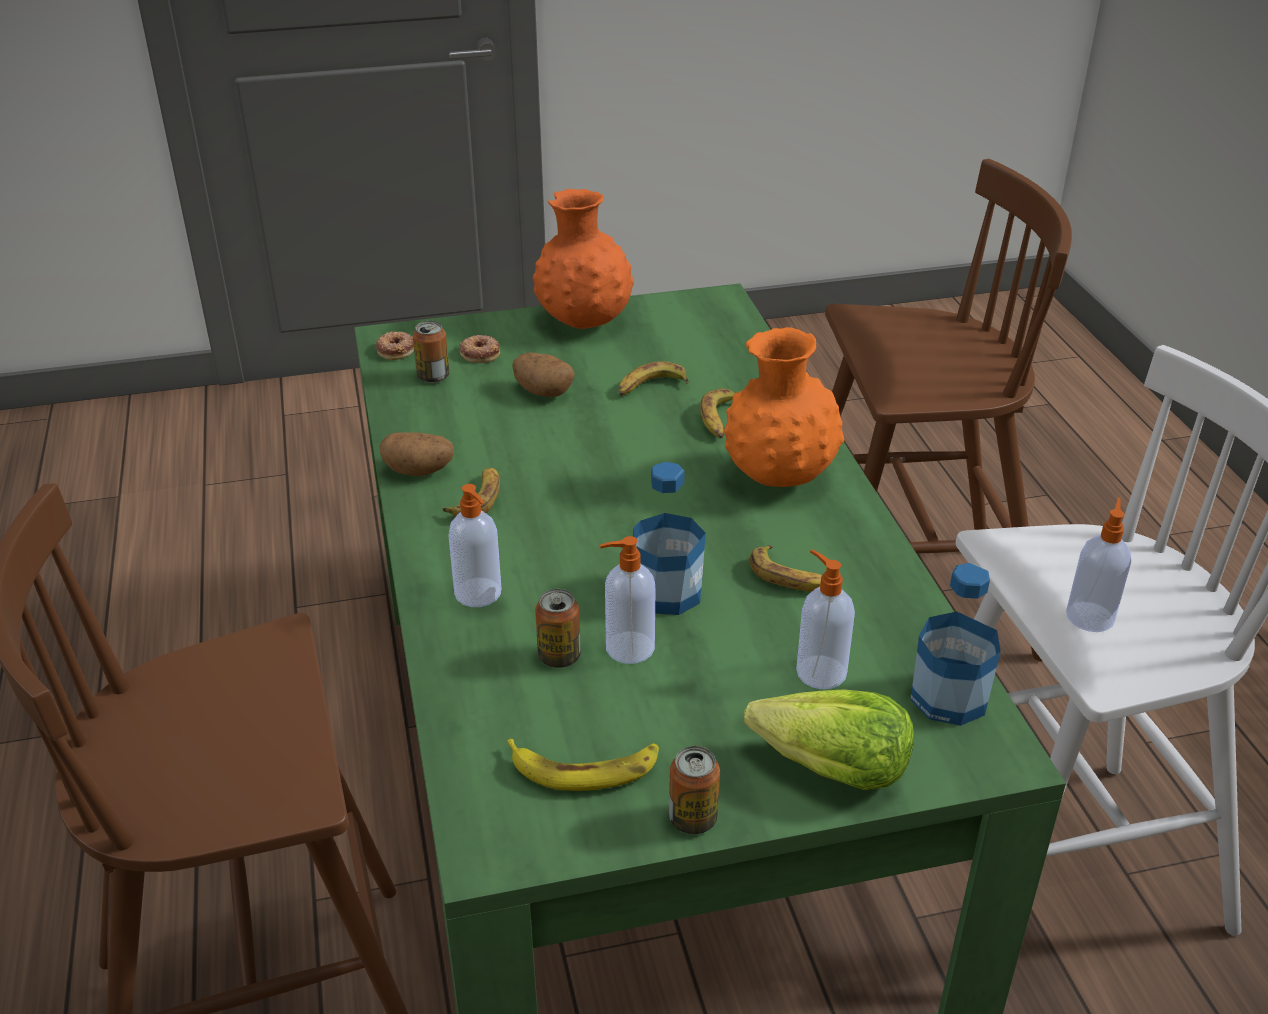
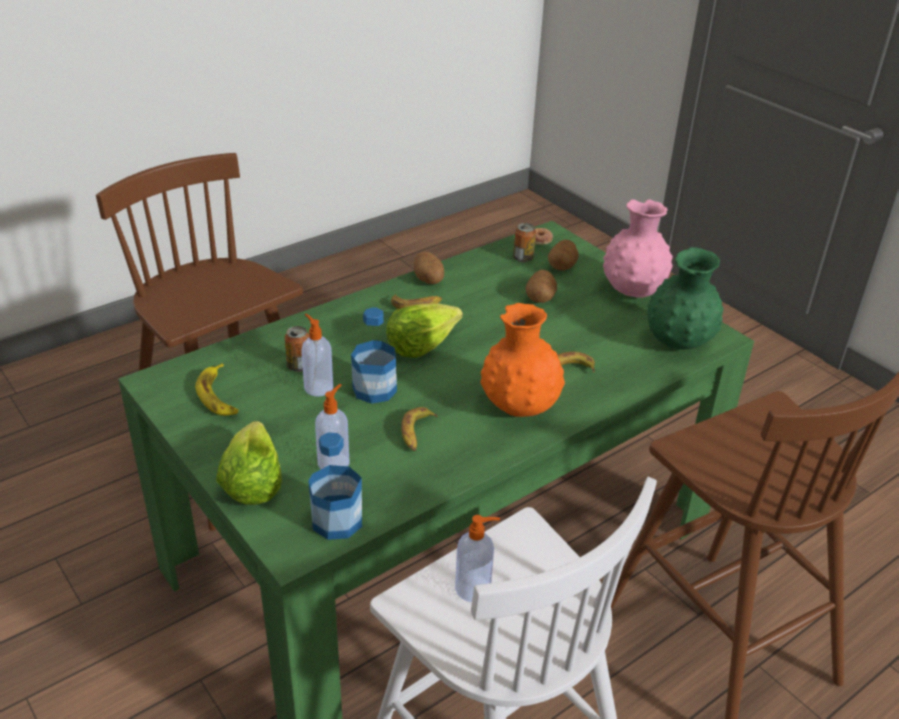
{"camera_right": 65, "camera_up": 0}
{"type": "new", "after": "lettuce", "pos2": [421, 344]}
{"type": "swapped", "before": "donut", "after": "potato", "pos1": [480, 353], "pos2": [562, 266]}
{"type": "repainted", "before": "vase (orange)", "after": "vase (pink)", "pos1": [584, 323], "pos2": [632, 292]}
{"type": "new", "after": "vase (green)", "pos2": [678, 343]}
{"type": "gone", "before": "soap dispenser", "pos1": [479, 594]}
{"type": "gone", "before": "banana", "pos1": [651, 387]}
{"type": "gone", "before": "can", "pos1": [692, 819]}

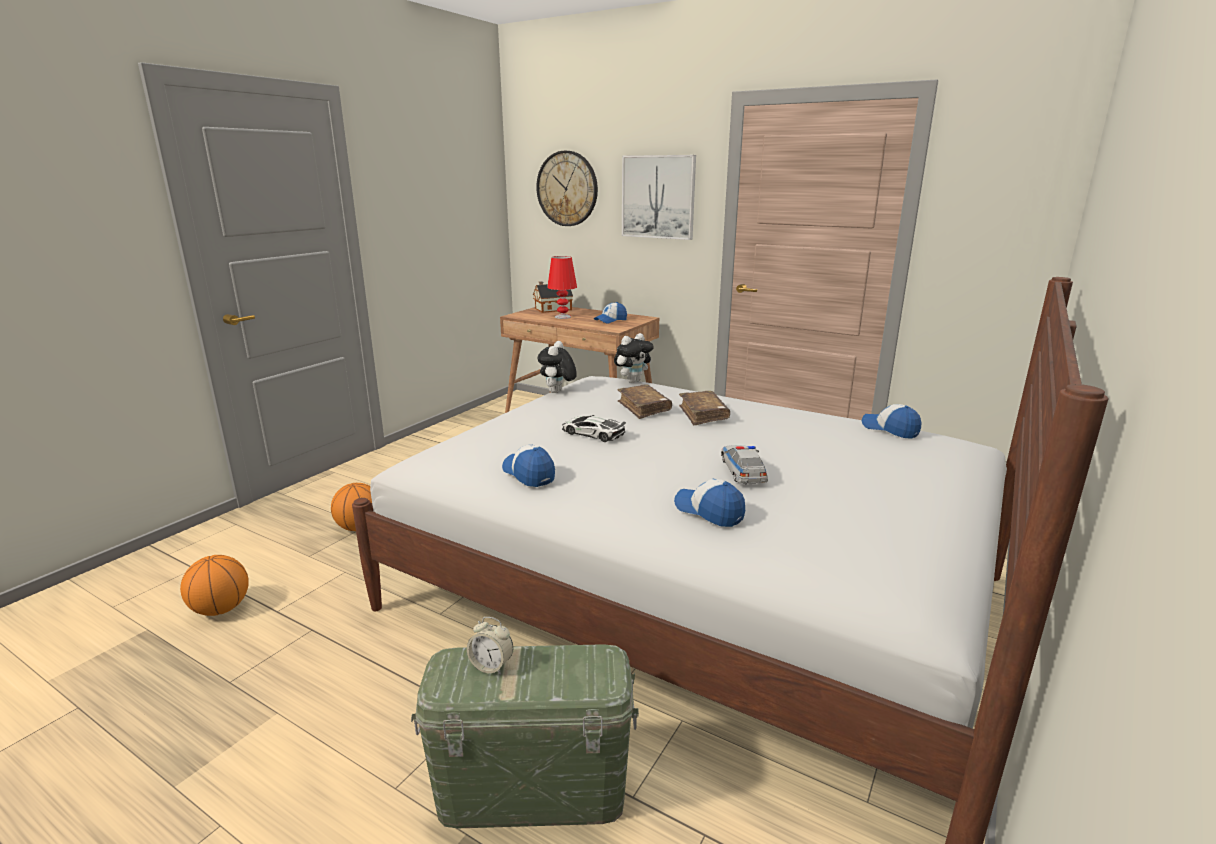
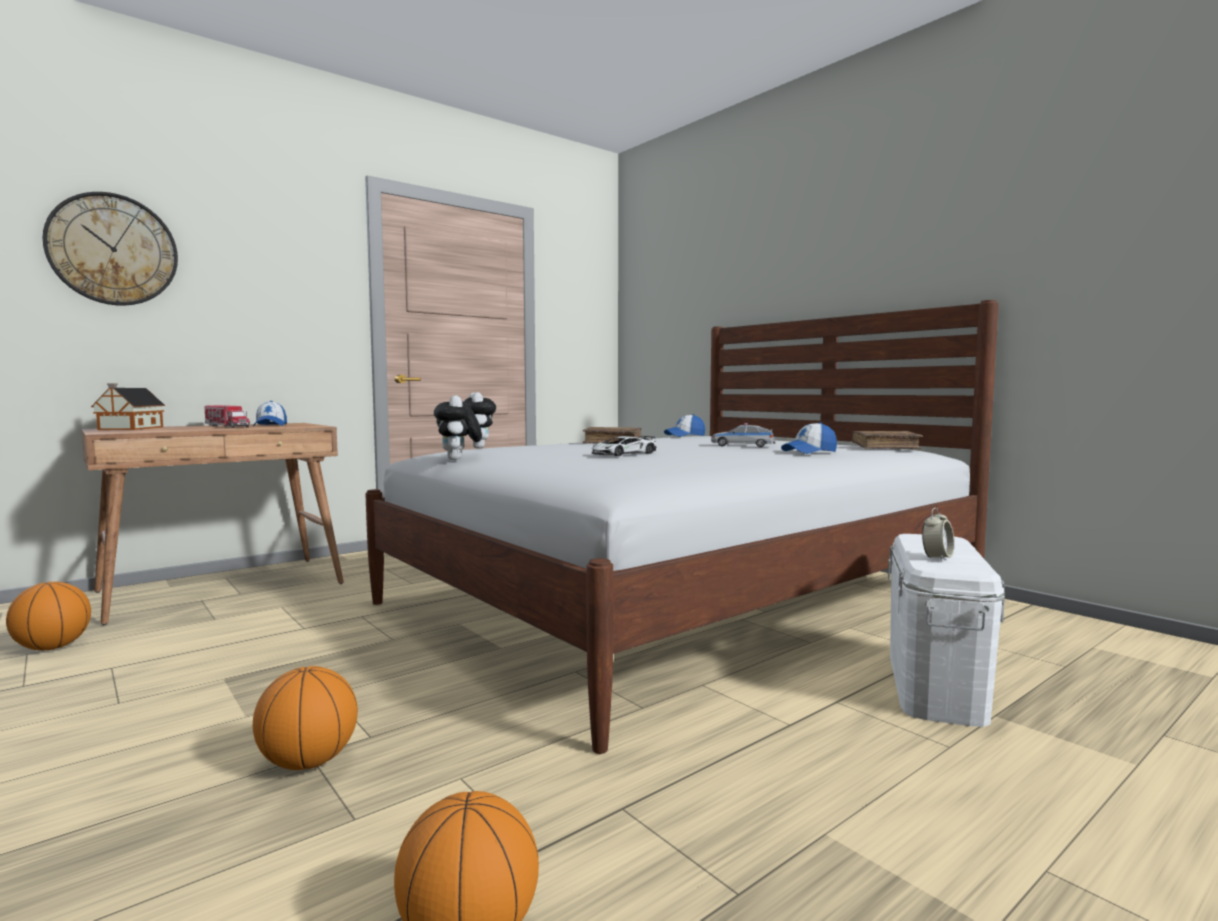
{"camera_right": -70, "camera_up": -15}
{"type": "new", "after": "basketball", "pos2": [52, 647]}
{"type": "new", "after": "toy truck", "pos2": [227, 426]}
{"type": "rotated", "before": "plush toy", "pos1": [557, 392], "pos2": [458, 460], "turn": 45}
{"type": "shifted", "before": "book (brown)", "pos1": [644, 408], "pos2": [885, 448]}
{"type": "repainted", "before": "storage box (green)", "after": "storage box (white)", "pos1": [532, 789], "pos2": [935, 685]}
{"type": "gone", "before": "cap", "pos1": [529, 474]}
{"type": "gone", "before": "table lamp (red)", "pos1": [563, 317]}
{"type": "gone", "before": "picture", "pos1": [658, 197]}

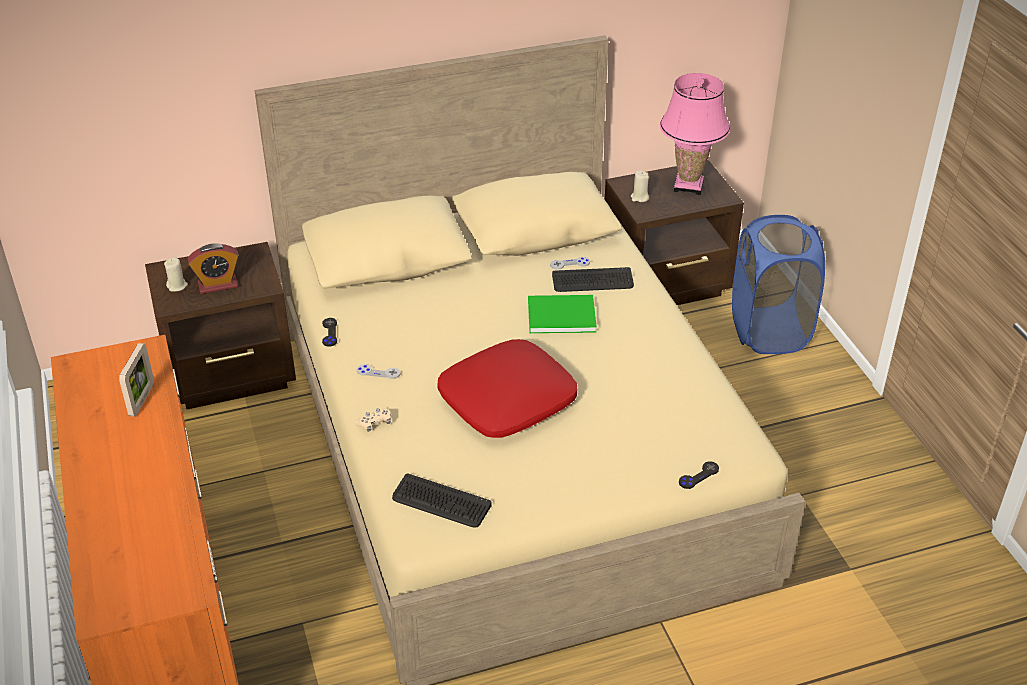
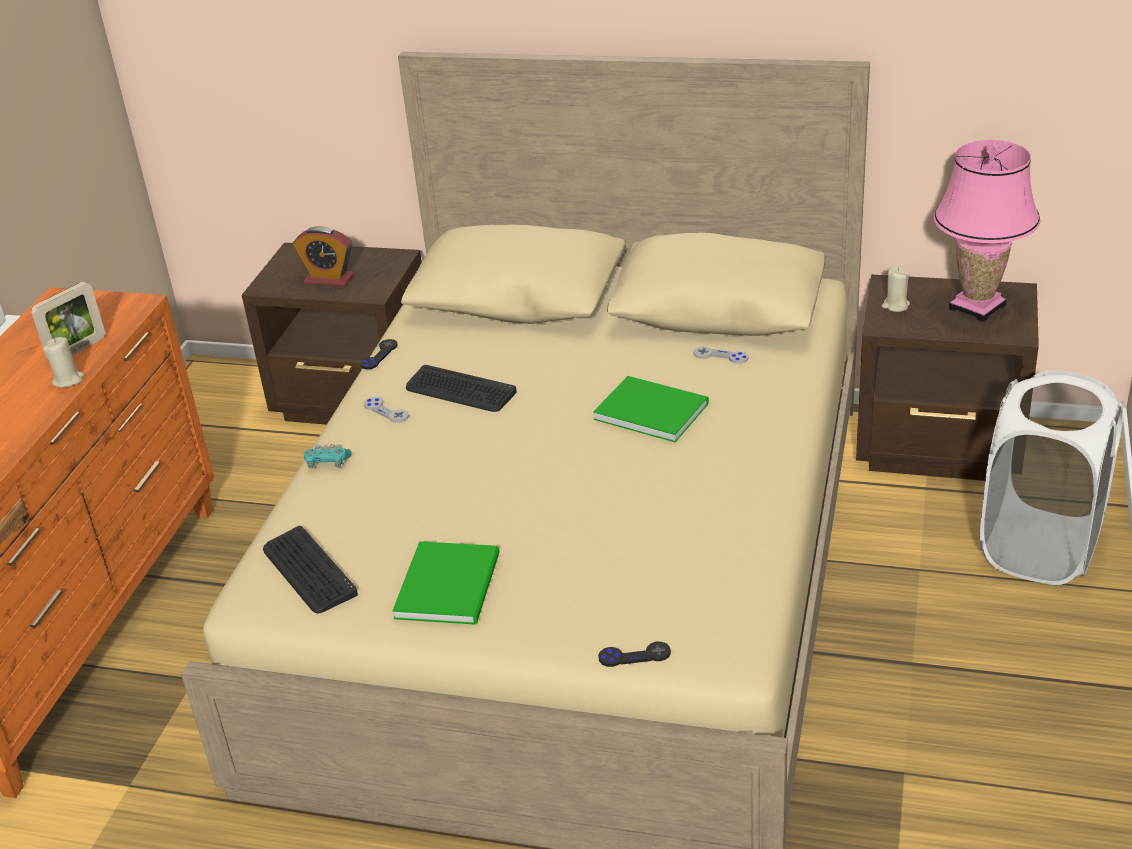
{"camera_right": 35, "camera_up": -5}
{"type": "shifted", "before": "candle (beige)", "pos1": [177, 286], "pos2": [68, 380]}
{"type": "repainted", "before": "game controller (beige)", "after": "game controller (turquoise)", "pos1": [374, 423], "pos2": [327, 463]}
{"type": "new", "after": "book (green)", "pos2": [451, 583]}
{"type": "shifted", "before": "keyboard", "pos1": [592, 281], "pos2": [460, 390]}
{"type": "repainted", "before": "laundry basket (blue)", "after": "laundry basket (white)", "pos1": [769, 331], "pos2": [1040, 547]}
{"type": "gone", "before": "pillow (red)", "pos1": [507, 399]}

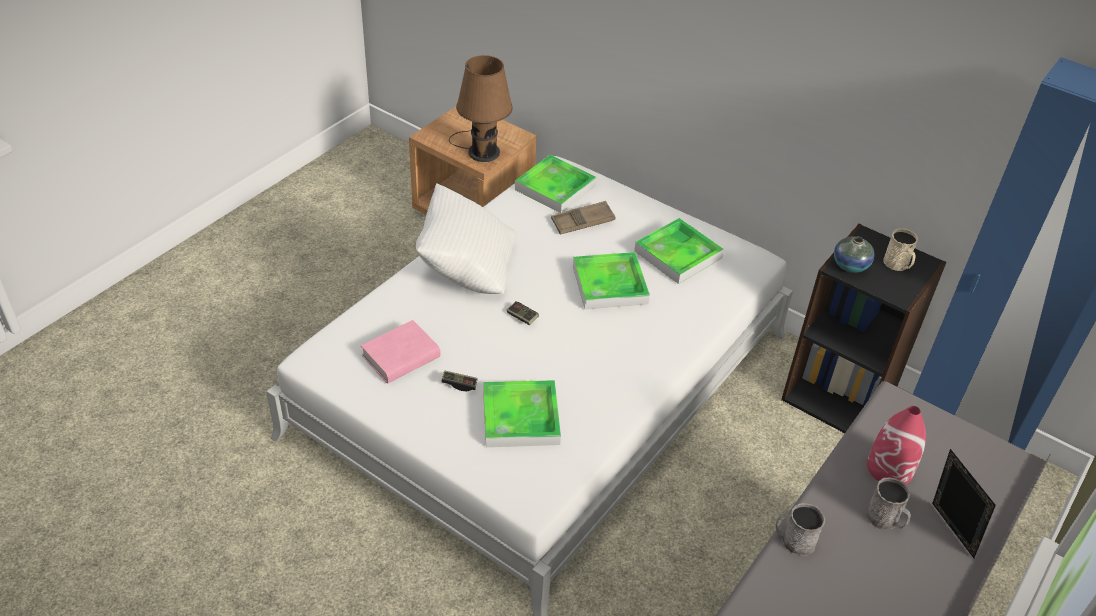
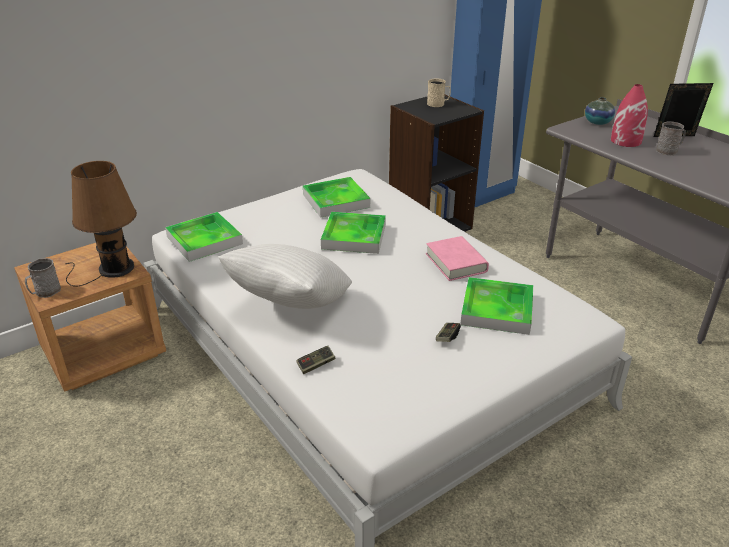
{"camera_right": -70, "camera_up": -10}
{"type": "shifted", "before": "mug (grey)", "pos1": [793, 541], "pos2": [45, 292]}
{"type": "shifted", "before": "game controller", "pos1": [522, 317], "pos2": [316, 365]}
{"type": "shifted", "before": "book (pink)", "pos1": [401, 357], "pos2": [456, 263]}
{"type": "shifted", "before": "vase", "pos1": [850, 265], "pos2": [597, 122]}
{"type": "gone", "before": "tray (brown)", "pos1": [582, 222]}

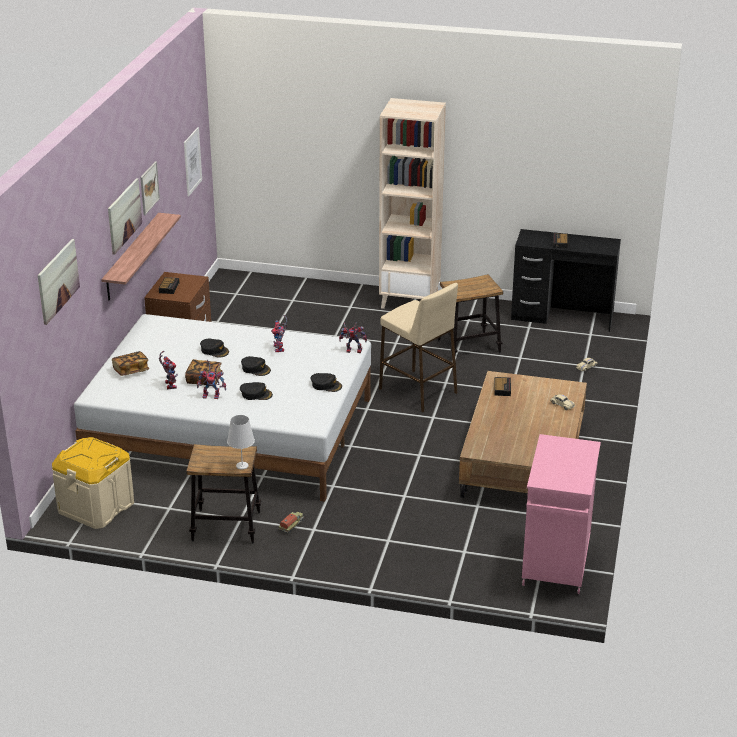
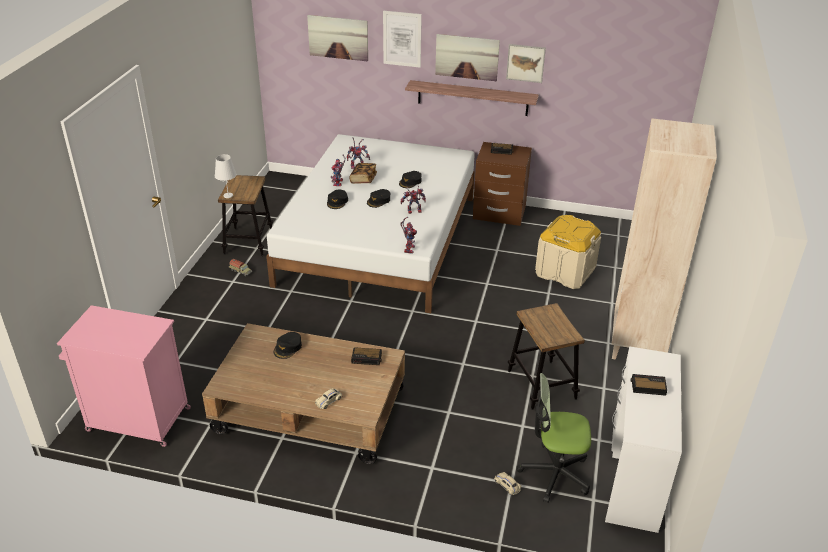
{"camera_right": 90, "camera_up": 5}
{"type": "shifted", "before": "cap (black)", "pos1": [326, 385], "pos2": [288, 348]}
{"type": "shifted", "before": "picture", "pos1": [192, 161], "pos2": [402, 39]}
{"type": "new", "after": "office chair", "pos2": [554, 473]}
{"type": "shifted", "before": "storage box (beige)", "pos1": [96, 507], "pos2": [565, 271]}
{"type": "repainted", "before": "desk (black)", "after": "desk (white)", "pos1": [562, 317], "pos2": [634, 475]}
{"type": "gone", "before": "book", "pos1": [131, 370]}
{"type": "gone", "before": "stool (beige)", "pos1": [418, 391]}

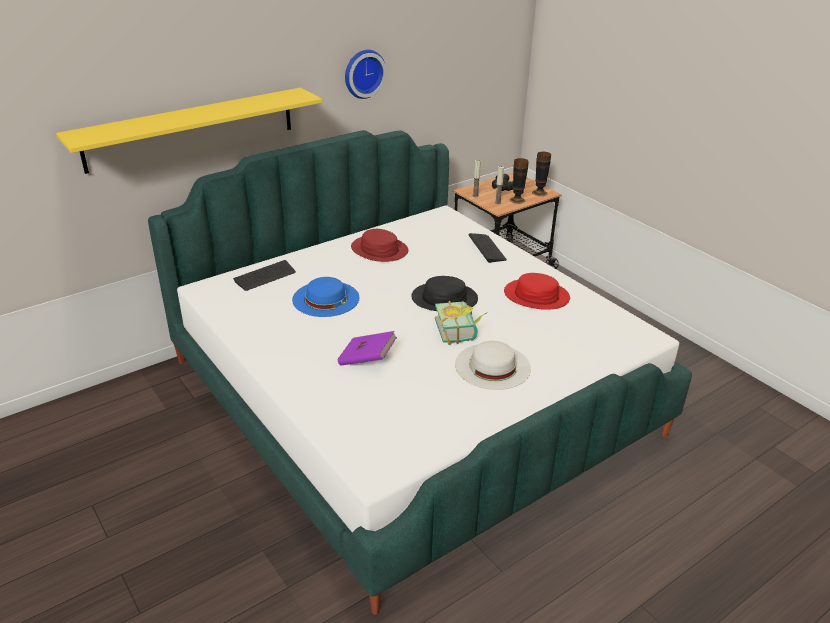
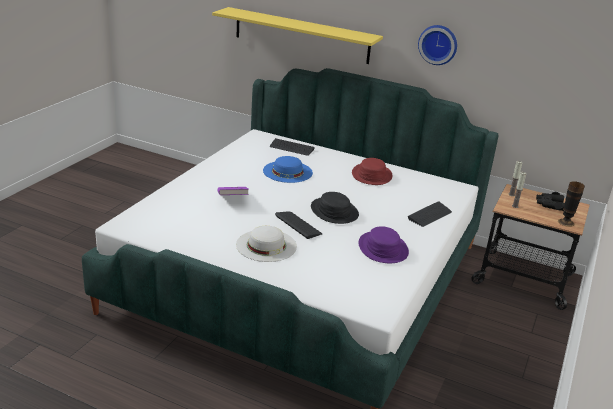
{"camera_right": 60, "camera_up": -5}
{"type": "swapped", "before": "book", "after": "keyboard", "pos1": [460, 331], "pos2": [298, 225]}
{"type": "repainted", "before": "hat (red)", "after": "hat (purple)", "pos1": [536, 296], "pos2": [382, 248]}
{"type": "gone", "before": "vase", "pos1": [517, 200]}

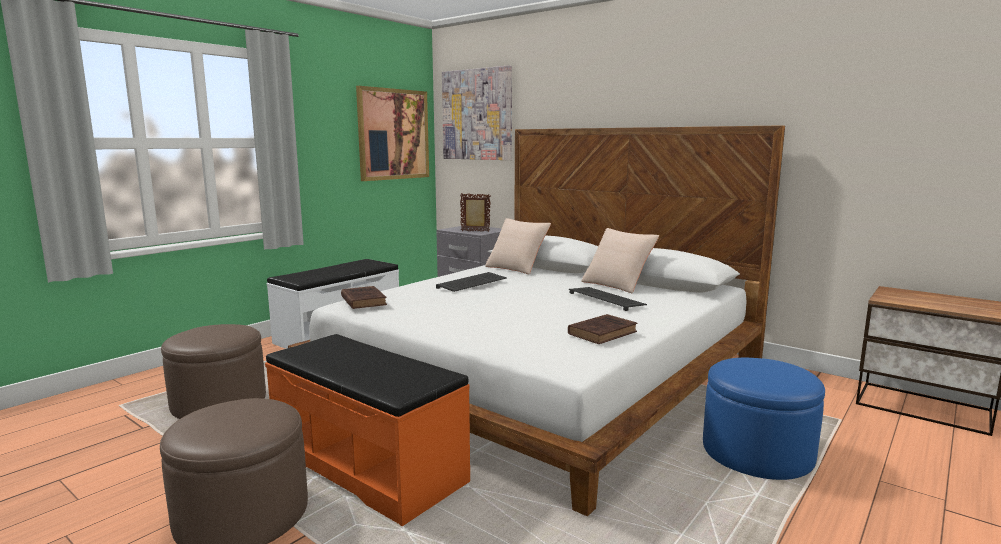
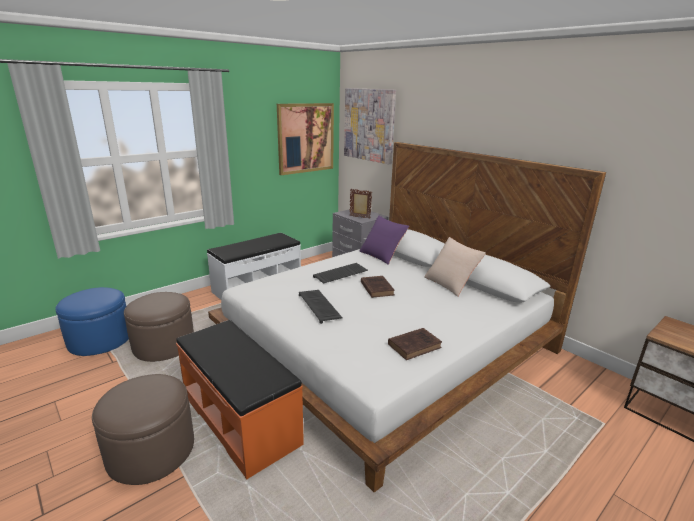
{"camera_right": 10, "camera_up": 10}
{"type": "shifted", "before": "ottoman (blue)", "pos1": [757, 452], "pos2": [100, 339]}
{"type": "shifted", "before": "keyboard", "pos1": [607, 299], "pos2": [320, 306]}
{"type": "repainted", "before": "pillow (beige)", "after": "pillow (purple)", "pos1": [517, 268], "pos2": [382, 255]}
{"type": "shifted", "before": "book (brown)", "pos1": [363, 300], "pos2": [376, 288]}

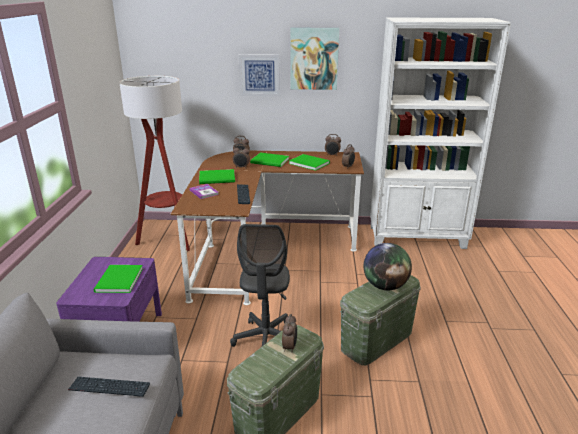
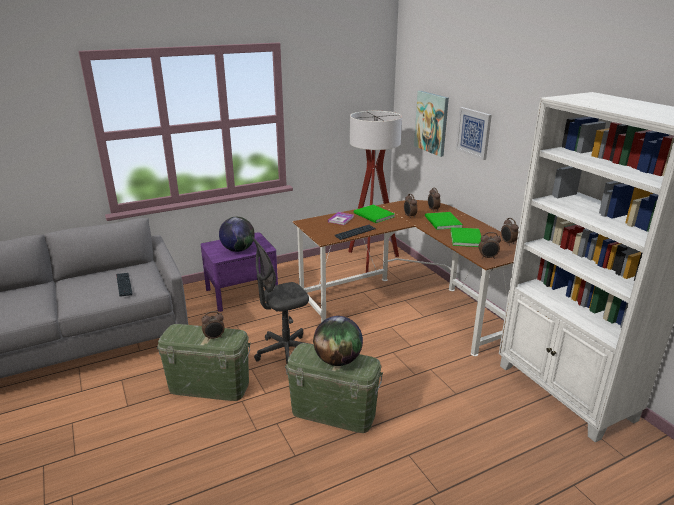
{"camera_right": 60, "camera_up": 0}
{"type": "swapped", "before": "book (green)", "after": "globe", "pos1": [117, 281], "pos2": [238, 250]}
{"type": "shifted", "before": "picture", "pos1": [314, 59], "pos2": [432, 123]}

